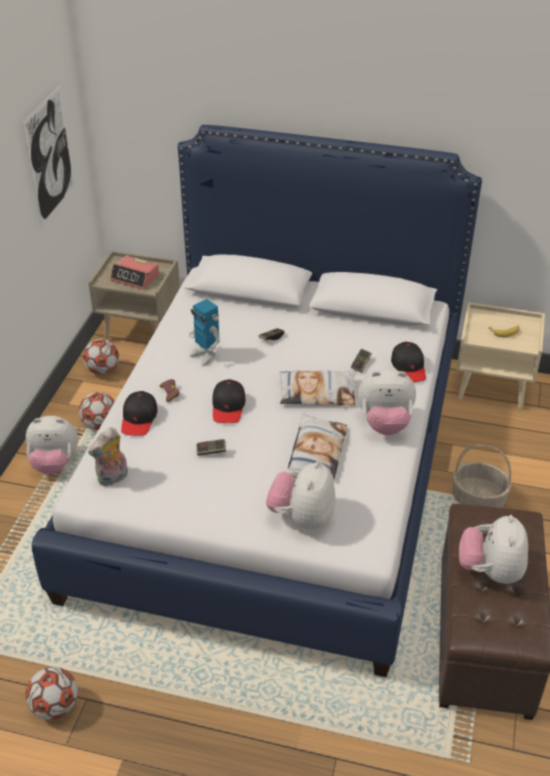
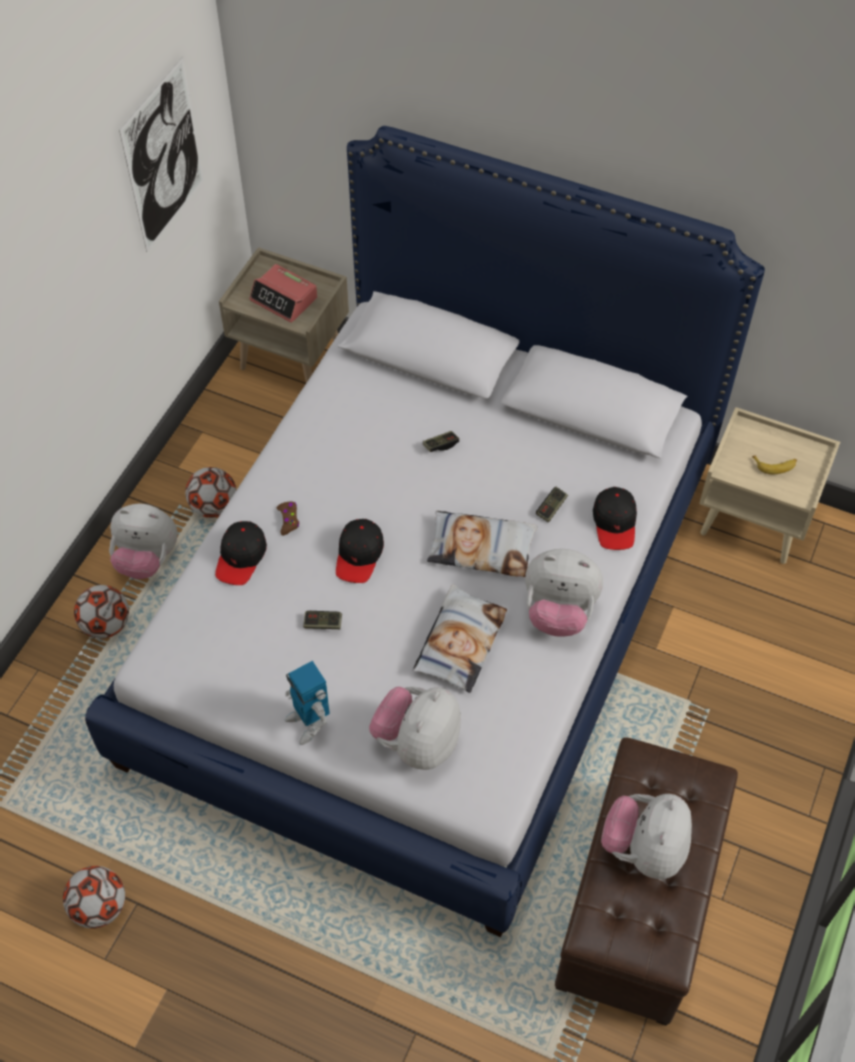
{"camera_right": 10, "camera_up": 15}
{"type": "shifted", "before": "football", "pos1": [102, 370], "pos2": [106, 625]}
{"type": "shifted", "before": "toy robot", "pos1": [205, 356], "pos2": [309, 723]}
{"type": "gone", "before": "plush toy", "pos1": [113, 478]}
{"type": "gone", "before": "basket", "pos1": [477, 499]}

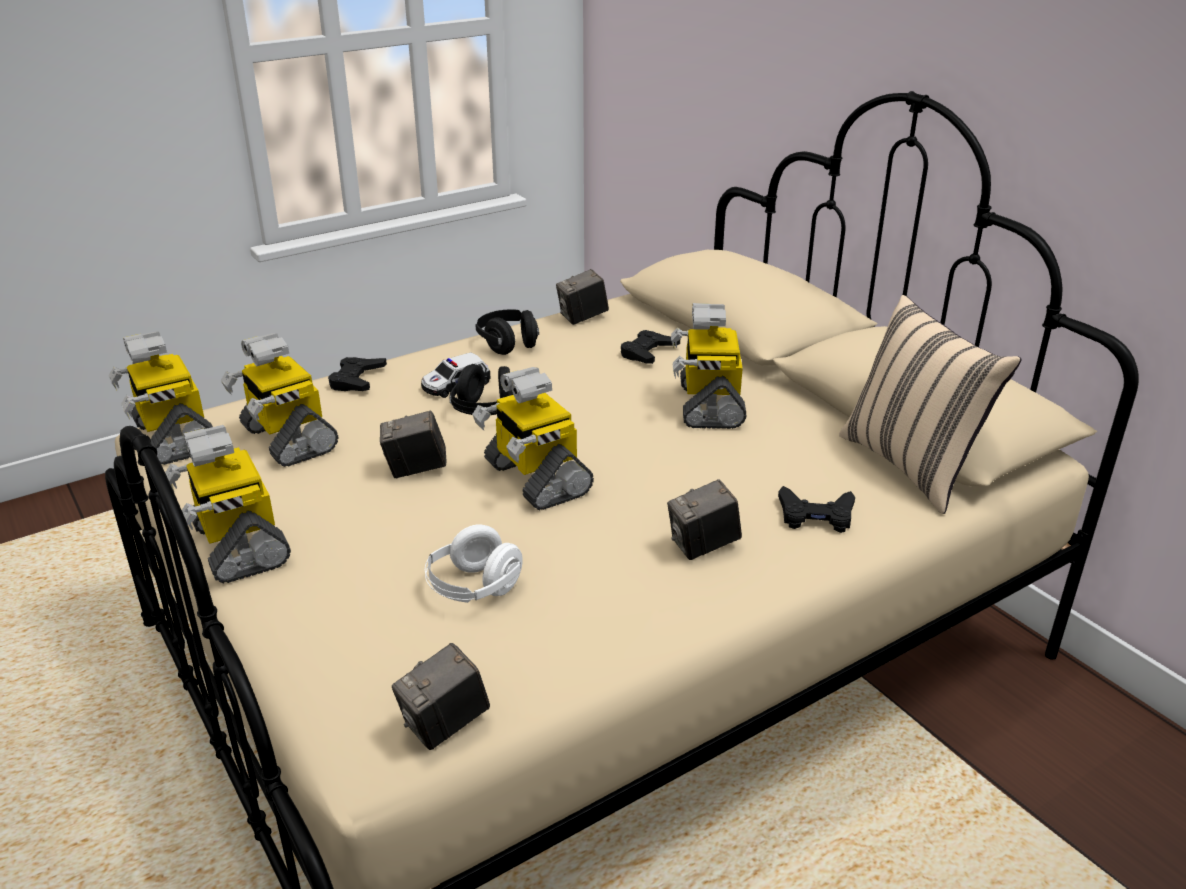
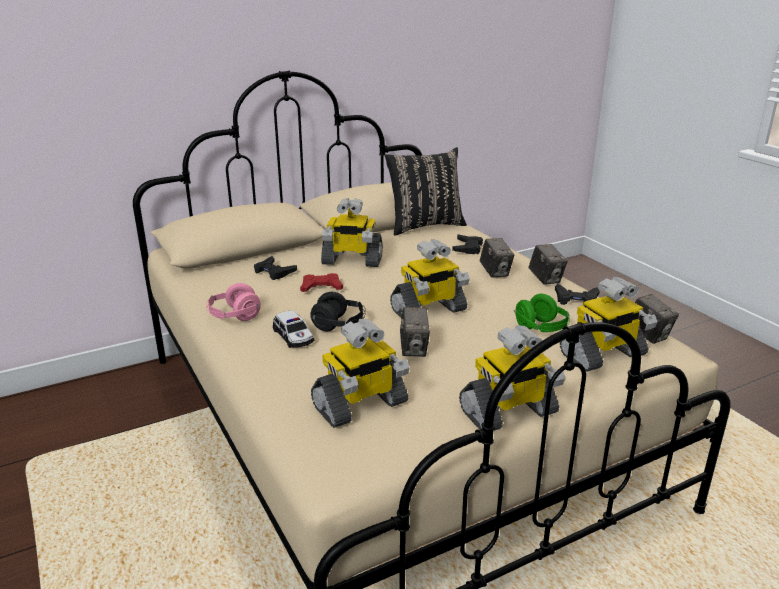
{"camera_right": -85, "camera_up": -5}
{"type": "repainted", "before": "headphones (black)", "after": "headphones (pink)", "pos1": [508, 344], "pos2": [234, 316]}
{"type": "new", "after": "game controller (red)", "pos2": [321, 287]}
{"type": "repainted", "before": "pillow (beige)", "after": "pillow (black)", "pos1": [912, 466], "pos2": [424, 225]}
{"type": "repainted", "before": "headphones (white)", "after": "headphones (green)", "pos1": [474, 588], "pos2": [541, 329]}
{"type": "shifted", "before": "photo camera", "pos1": [582, 318], "pos2": [546, 279]}
{"type": "shifted", "before": "game controller (black)", "pos1": [357, 380], "pos2": [576, 299]}
{"type": "shifted", "before": "toy robot", "pos1": [173, 437], "pos2": [603, 355]}

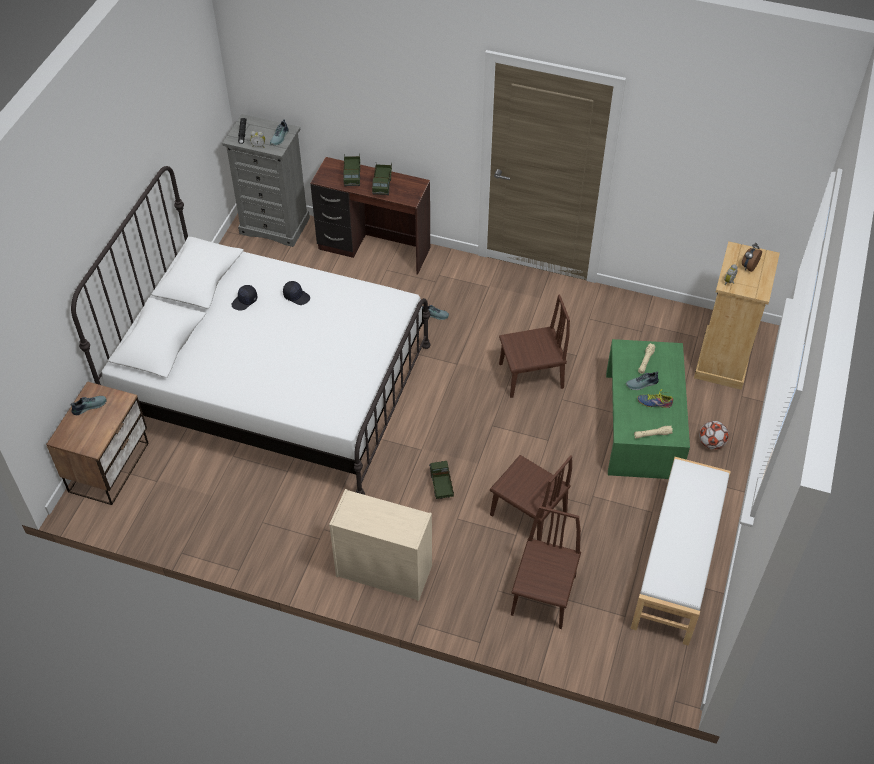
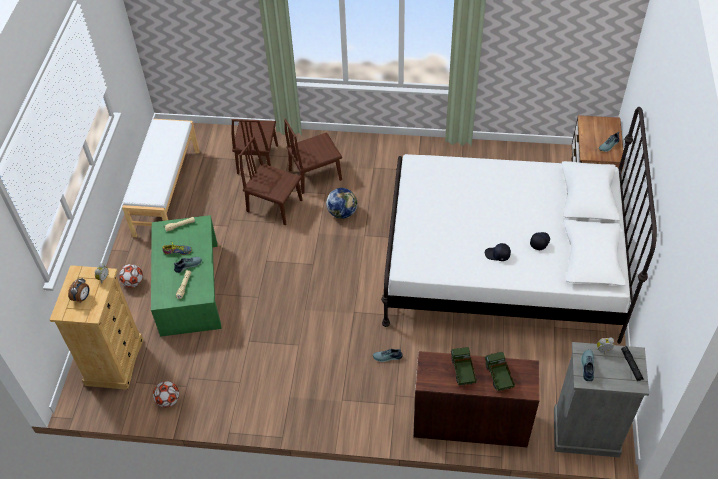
{"camera_right": 170, "camera_up": 0}
{"type": "new", "after": "football", "pos2": [168, 400]}
{"type": "shifted", "before": "chair (brown)", "pos1": [531, 376], "pos2": [315, 175]}
{"type": "swapped", "before": "toy truck", "after": "globe", "pos1": [441, 486], "pos2": [342, 212]}
{"type": "gone", "before": "dresser (beige)", "pos1": [382, 571]}

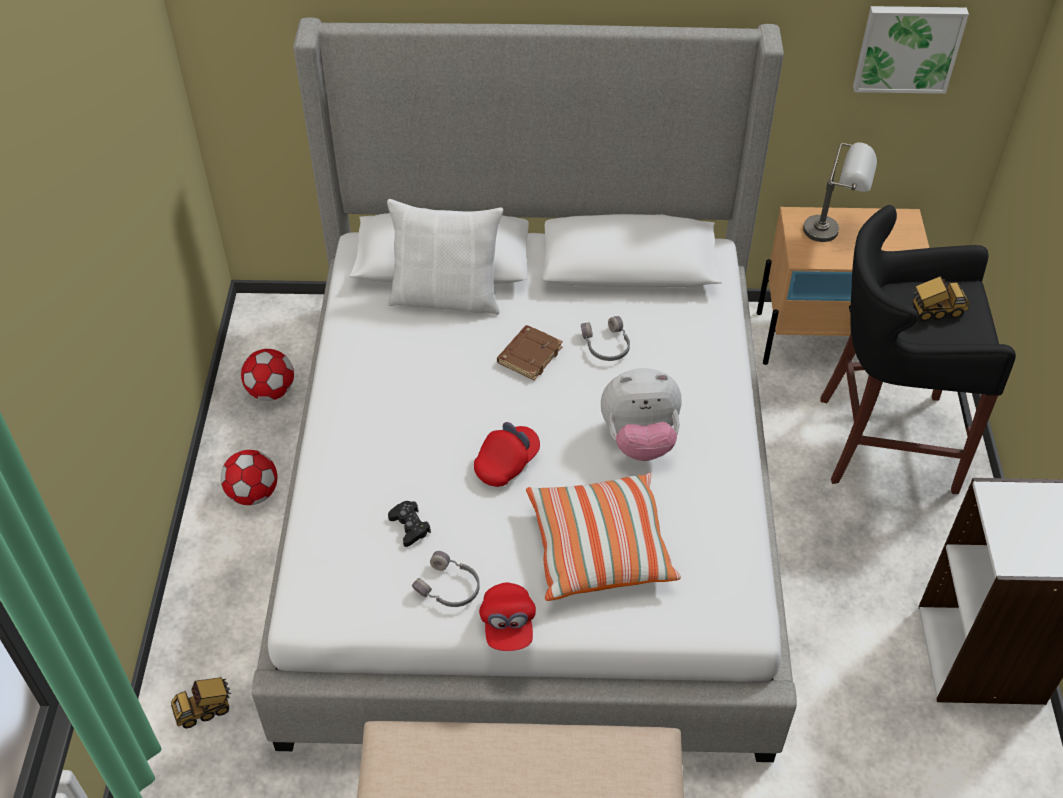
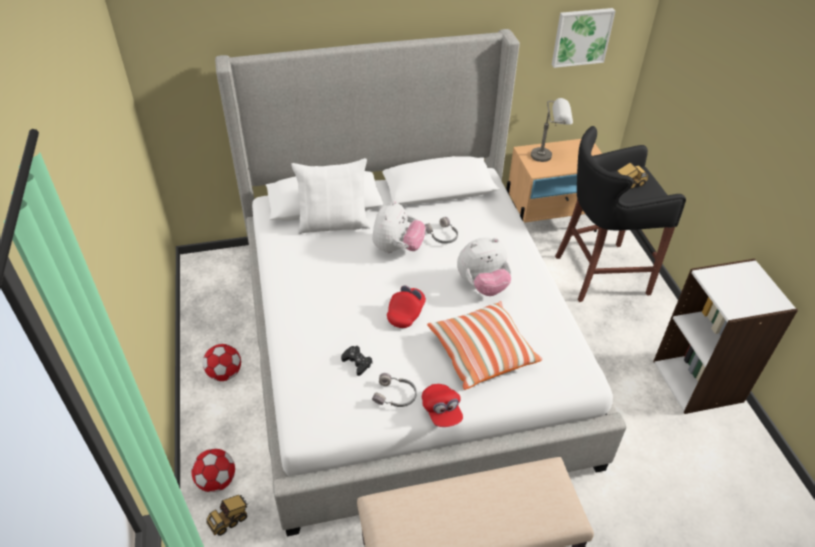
{"camera_right": -15, "camera_up": -5}
{"type": "shifted", "before": "football", "pos1": [271, 391], "pos2": [217, 481]}
{"type": "swapped", "before": "book (brown)", "after": "plush toy", "pos1": [529, 355], "pos2": [397, 248]}

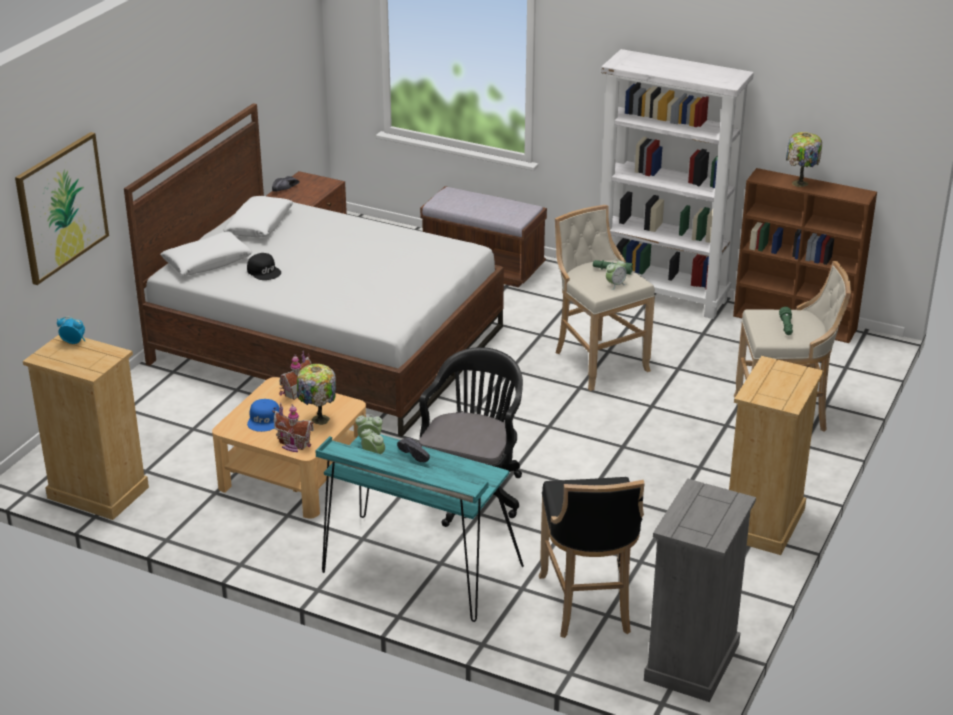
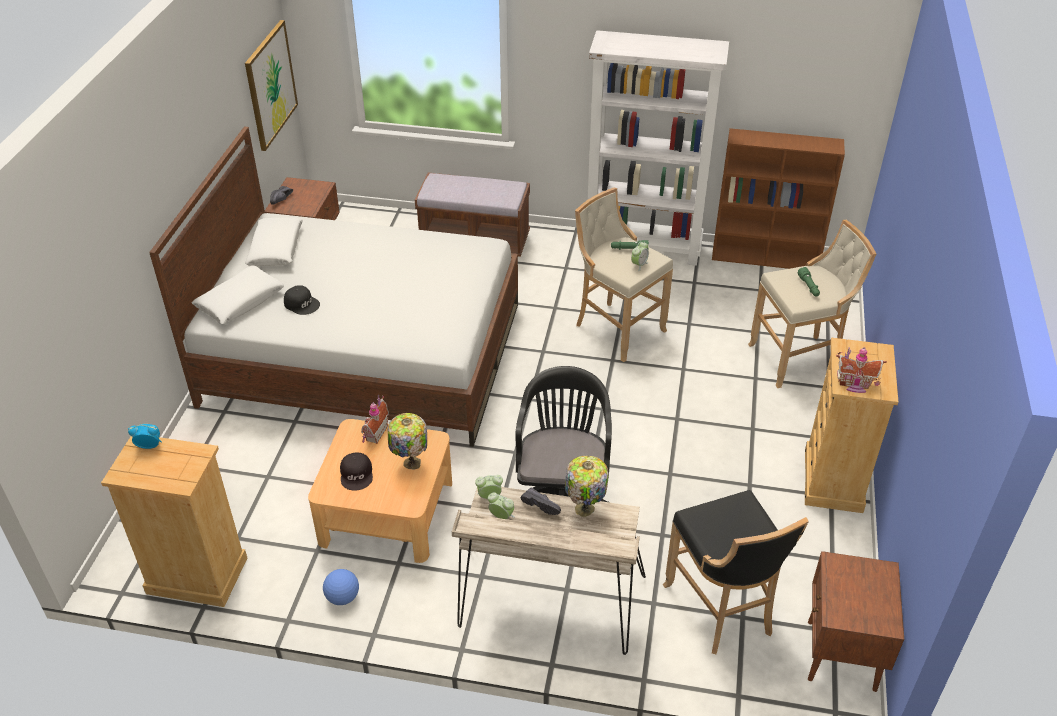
{"camera_right": -15, "camera_up": 10}
{"type": "shifted", "before": "picture", "pos1": [61, 207], "pos2": [270, 85]}
{"type": "new", "after": "football", "pos2": [342, 597]}
{"type": "repainted", "before": "cap (blue)", "after": "cap (black)", "pos1": [265, 420], "pos2": [357, 474]}
{"type": "repainted", "before": "desk (turquoise)", "after": "desk (beige)", "pos1": [417, 570], "pos2": [548, 604]}
{"type": "shifted", "before": "table lamp", "pos1": [799, 184], "pos2": [584, 510]}
{"type": "swapped", "before": "dresser (grey)", "after": "nightstand (brown)", "pos1": [692, 662], "pos2": [840, 656]}
{"type": "shifted", "before": "toy house", "pos1": [293, 445], "pos2": [854, 385]}

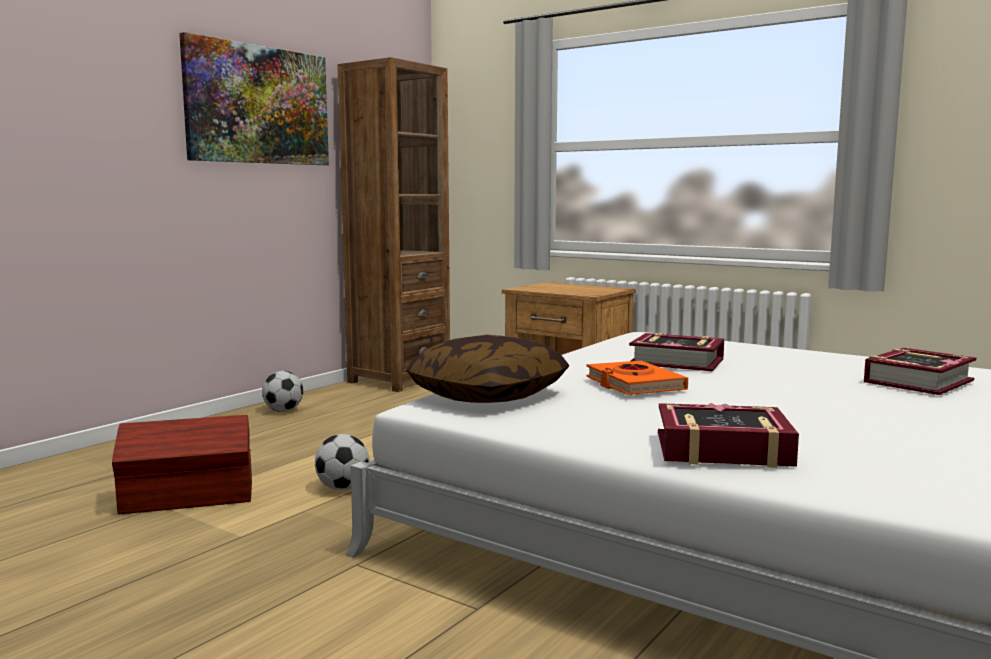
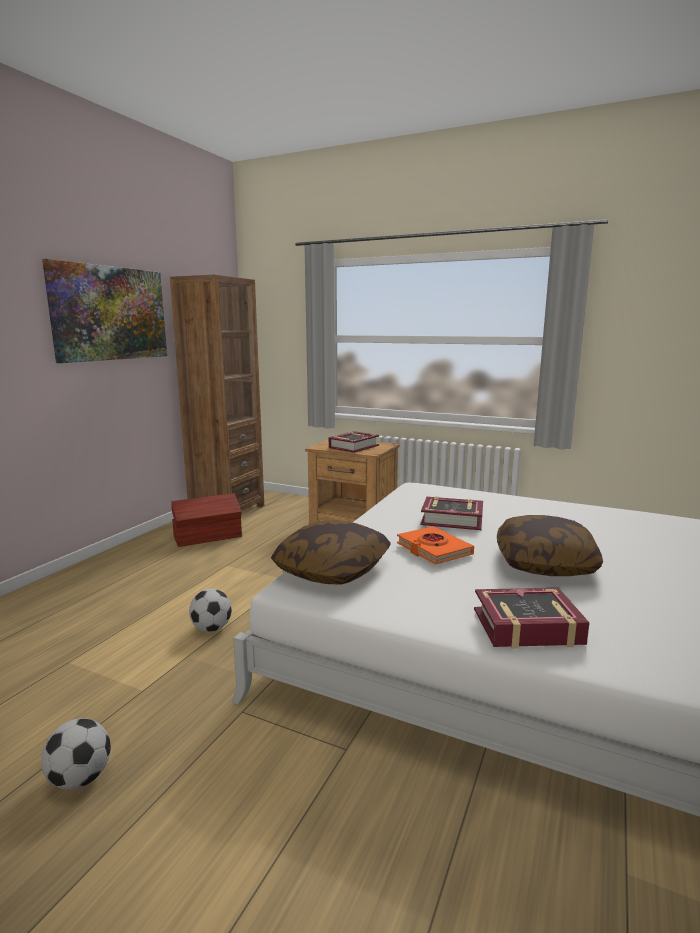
{"camera_right": -10, "camera_up": 5}
{"type": "shifted", "before": "football", "pos1": [283, 411], "pos2": [80, 779]}
{"type": "shifted", "before": "storage box (brown)", "pos1": [189, 498], "pos2": [208, 537]}
{"type": "shifted", "before": "book", "pos1": [917, 381], "pos2": [353, 447]}
{"type": "new", "after": "pillow", "pos2": [545, 563]}

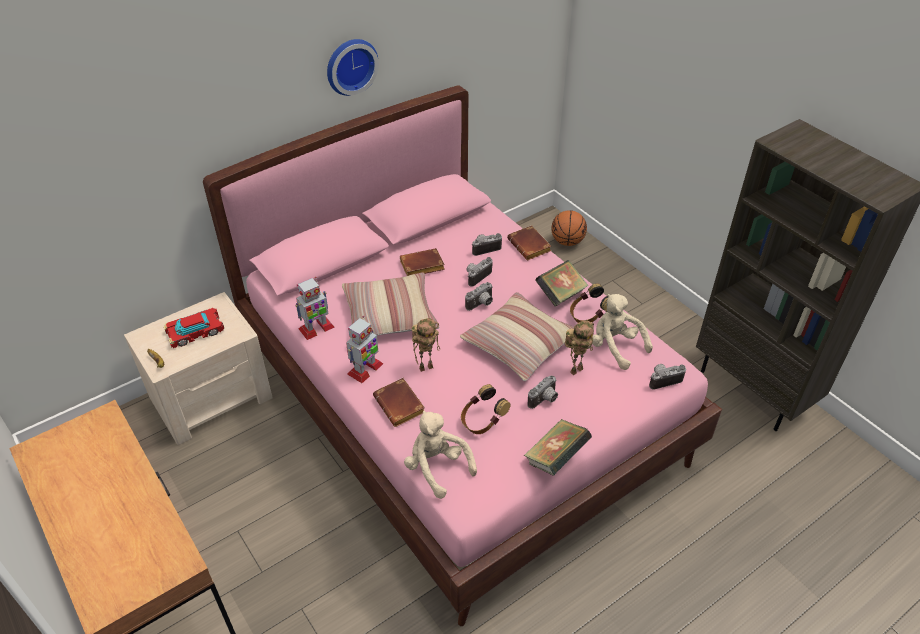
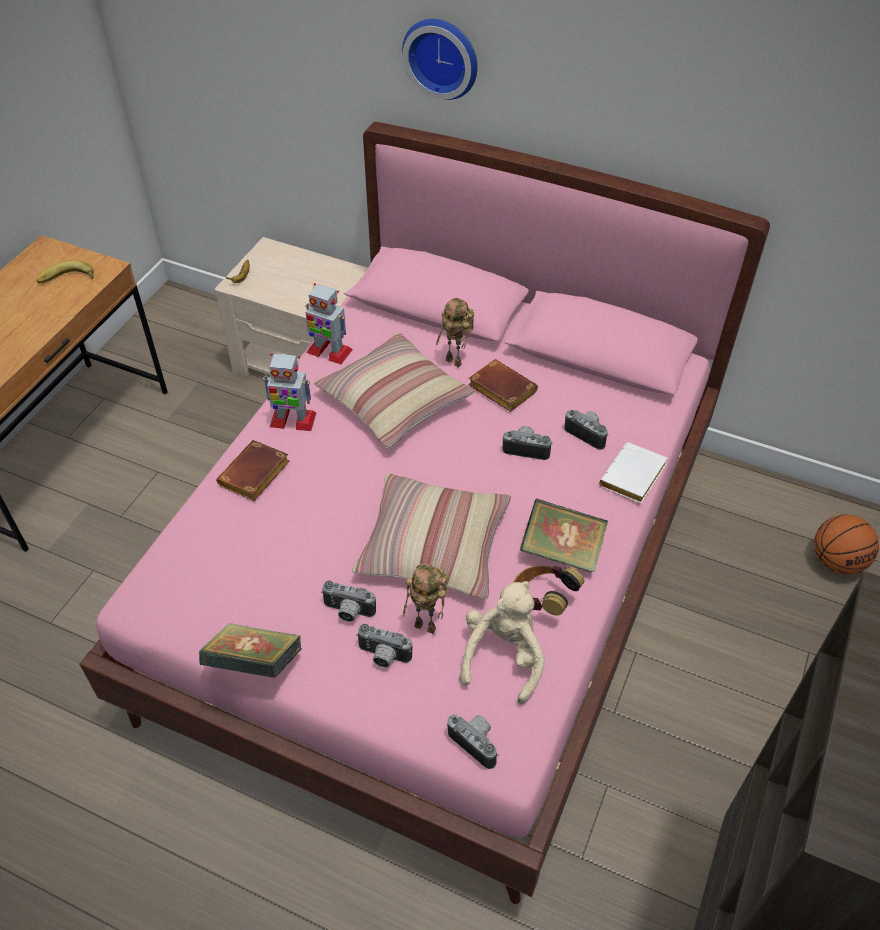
{"camera_right": 60, "camera_up": 5}
{"type": "new", "after": "banana", "pos2": [67, 279]}
{"type": "shifted", "before": "photo camera", "pos1": [481, 304], "pos2": [383, 657]}
{"type": "shifted", "before": "wall clock", "pos1": [350, 65], "pos2": [442, 56]}
{"type": "shifted", "before": "toy robot", "pos1": [426, 366], "pos2": [456, 361]}
{"type": "repainted", "before": "book (brown)", "after": "book (white)", "pos1": [530, 246], "pos2": [633, 479]}
{"type": "gone", "before": "toy car", "pos1": [195, 332]}
{"type": "gone", "before": "plush toy (beige)", "pos1": [437, 467]}
{"type": "gone", "before": "headphones", "pos1": [482, 421]}

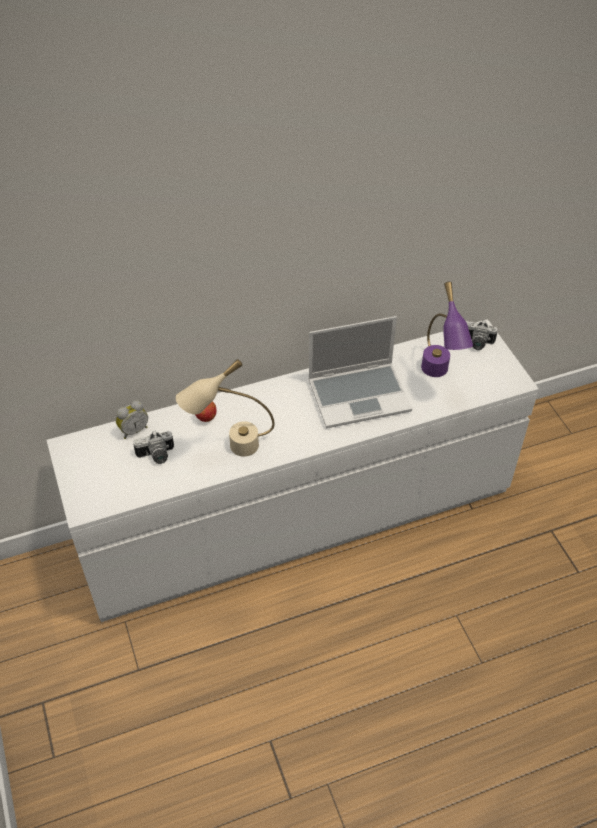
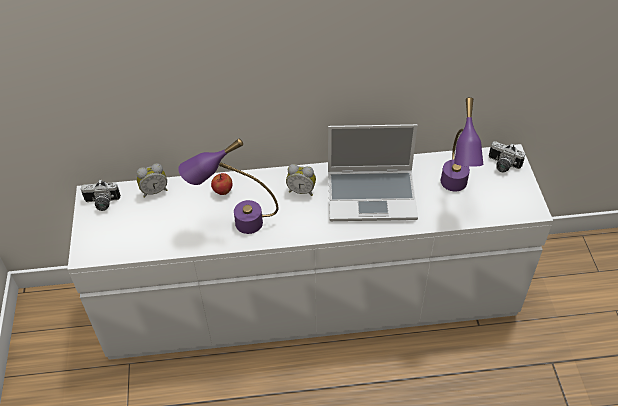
{"camera_right": 15, "camera_up": 0}
{"type": "shifted", "before": "photo camera", "pos1": [156, 456], "pos2": [102, 203]}
{"type": "repainted", "before": "table lamp (beige)", "after": "table lamp (purple)", "pos1": [230, 448], "pos2": [235, 223]}
{"type": "new", "after": "alarm clock", "pos2": [301, 190]}

